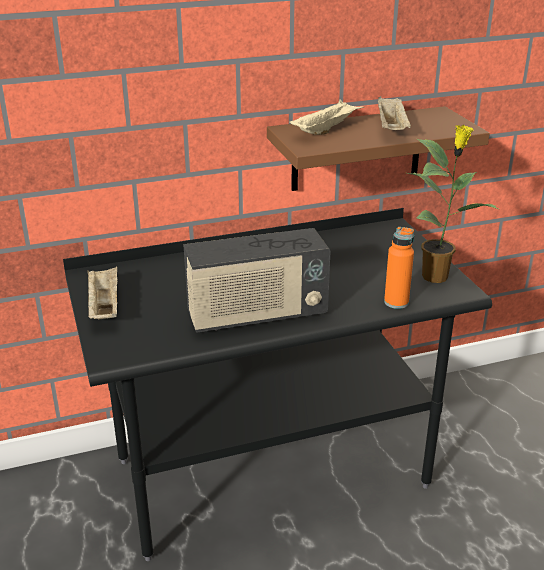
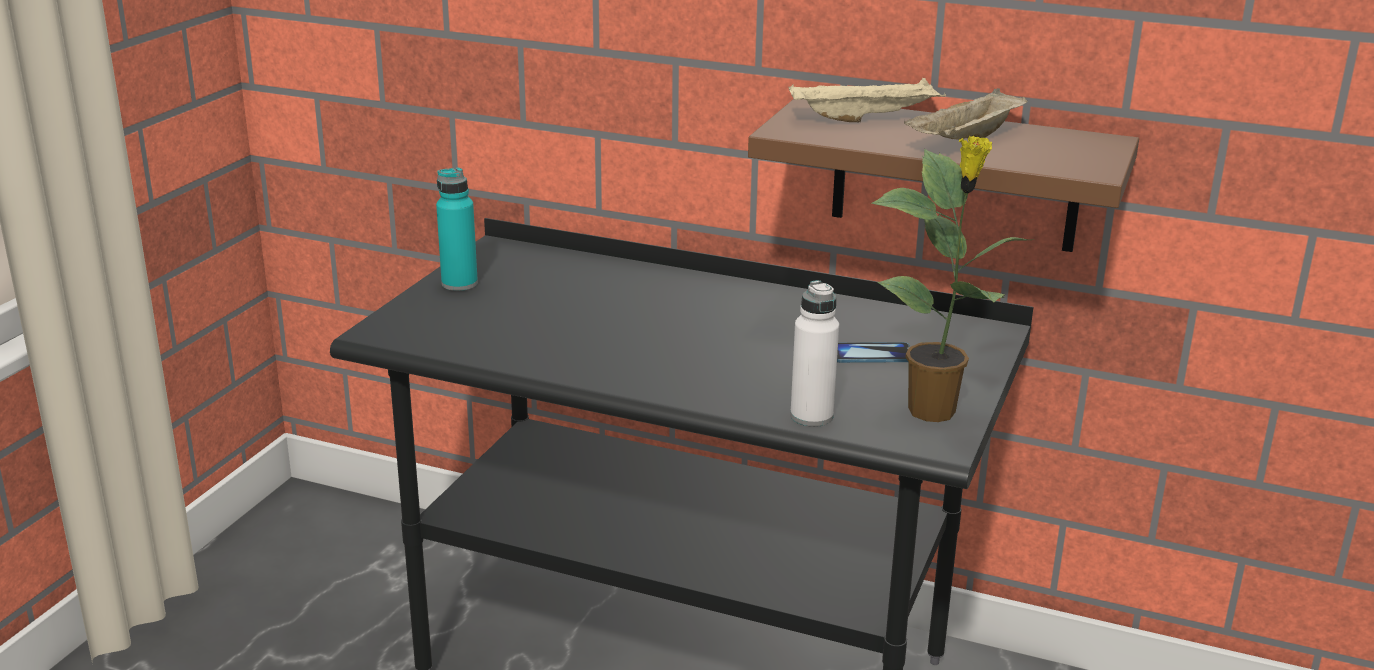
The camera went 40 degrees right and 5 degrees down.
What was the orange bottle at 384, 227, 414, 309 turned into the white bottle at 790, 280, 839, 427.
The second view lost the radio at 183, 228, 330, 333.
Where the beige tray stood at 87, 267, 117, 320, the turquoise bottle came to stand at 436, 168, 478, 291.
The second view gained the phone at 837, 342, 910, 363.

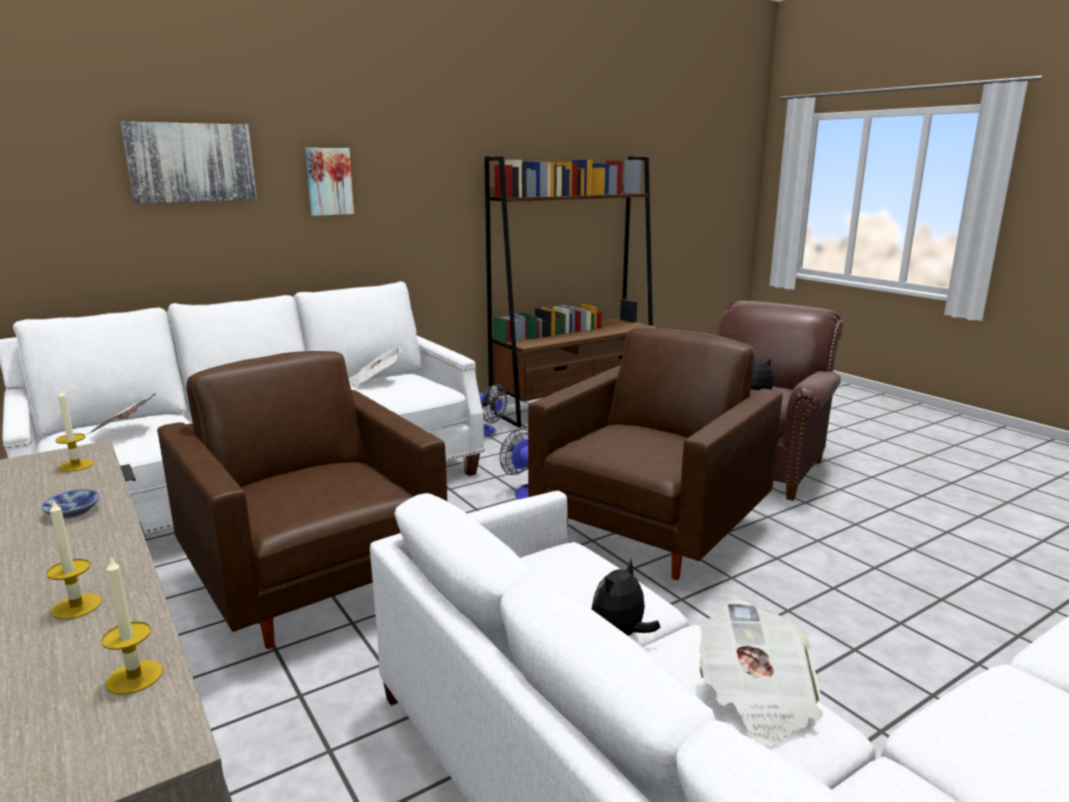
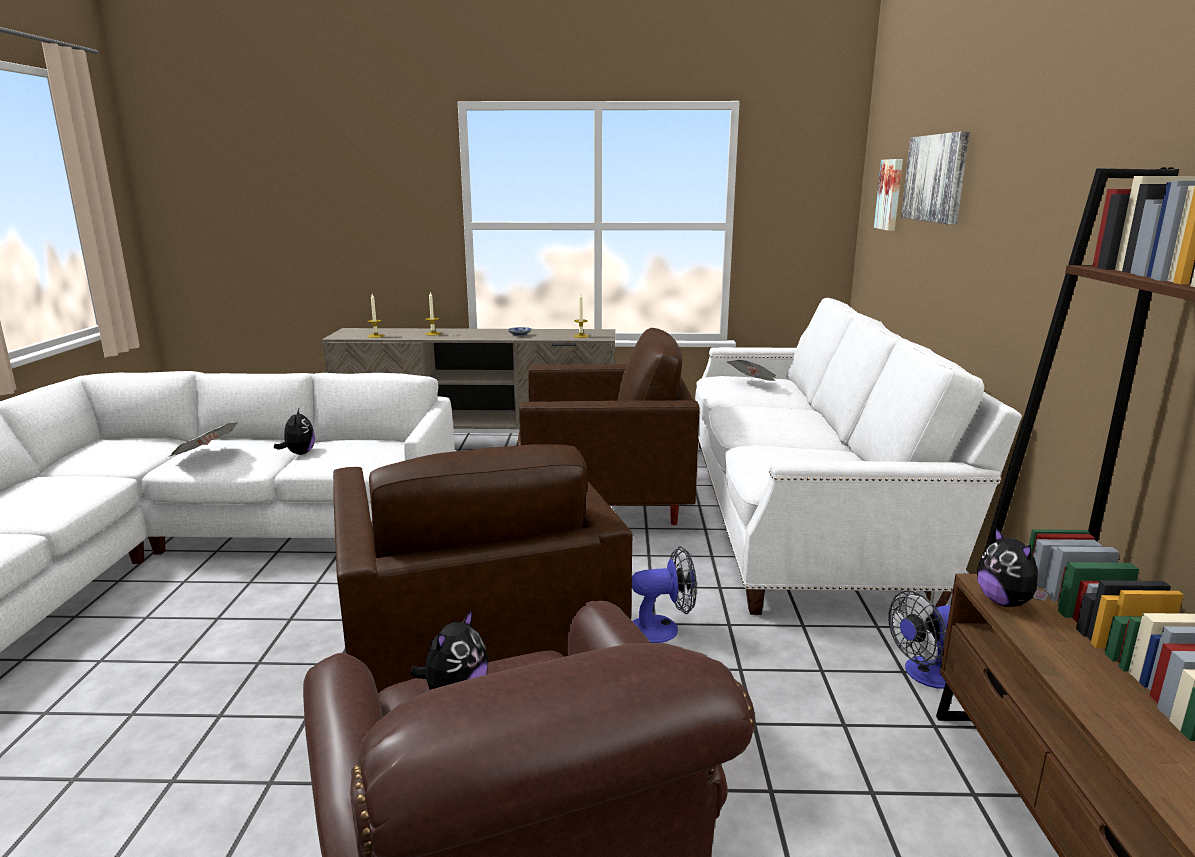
The camera went 125 degrees right and 0 degrees up.
The picture ended up elsewhere, having gone from 305, 148, 354, 216 to 874, 159, 903, 231.
The second view lost the newspaper at 348, 348, 402, 386.
The second view gained the plush toy at 977, 527, 1049, 607.

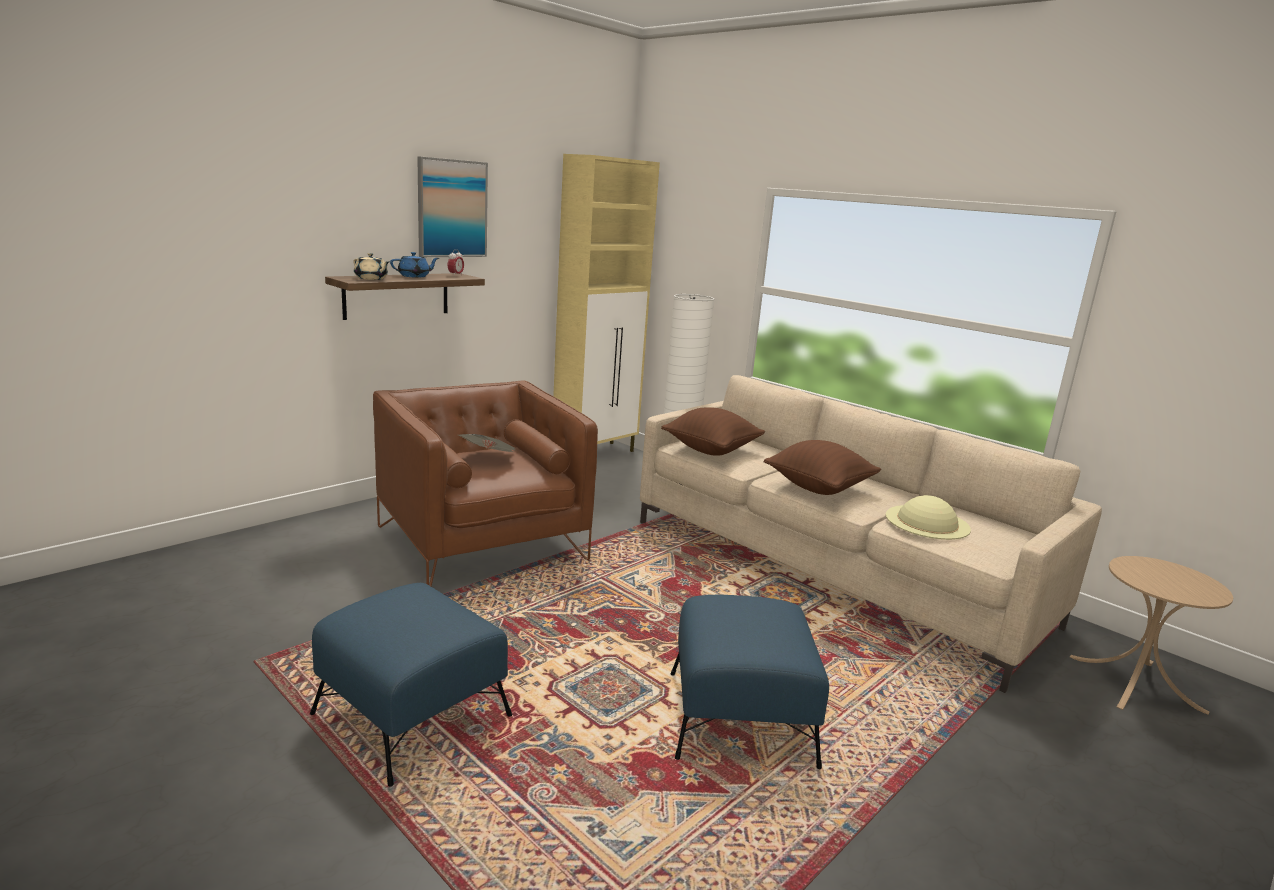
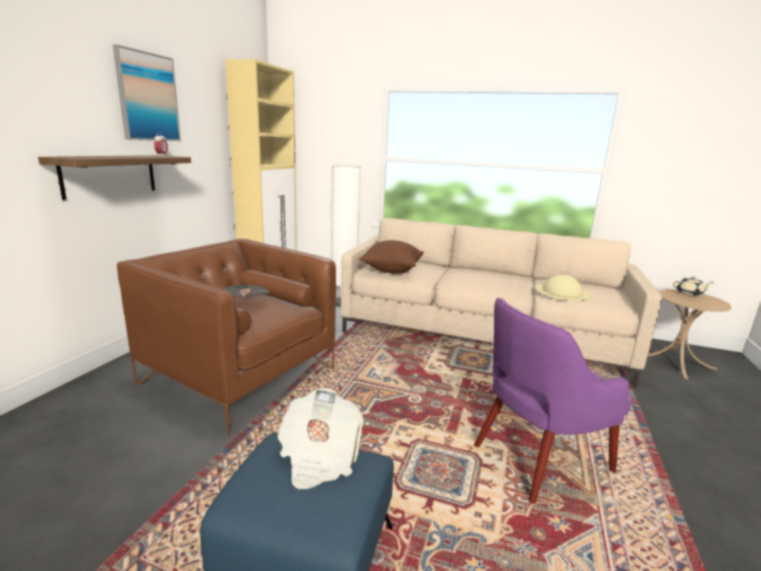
The camera went 25 degrees left and 0 degrees up.
The second view lost the blue teapot at 390, 252, 439, 278.
The beige teapot ended up elsewhere, having gone from 353, 253, 389, 280 to 673, 277, 714, 297.
The second view lost the brown pillow at 764, 440, 881, 495.
Where the blue ottoman stood at 671, 595, 829, 769, the purple armchair came to stand at 474, 298, 632, 504.
The second view gained the newspaper at 277, 388, 364, 490.

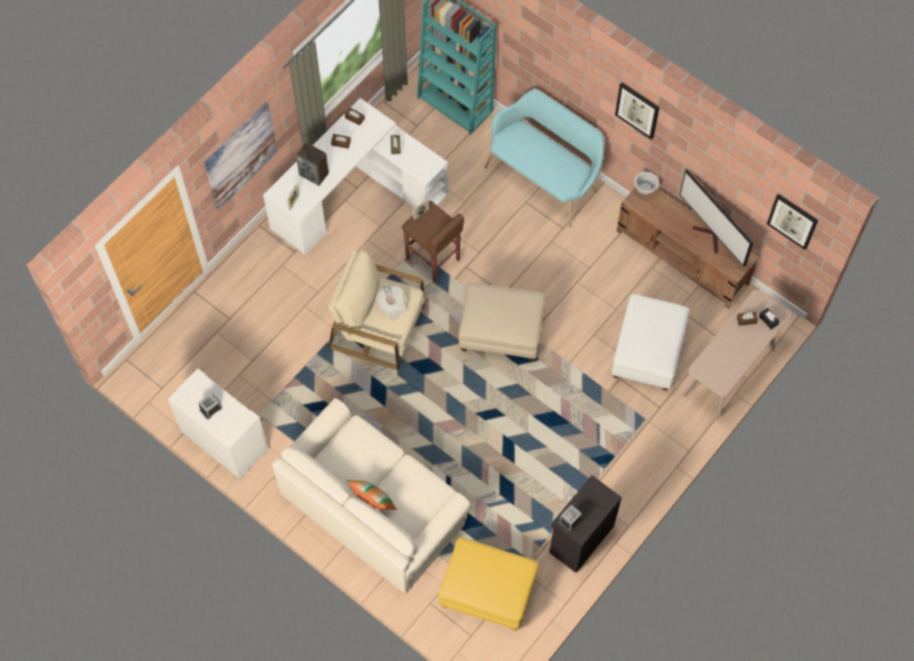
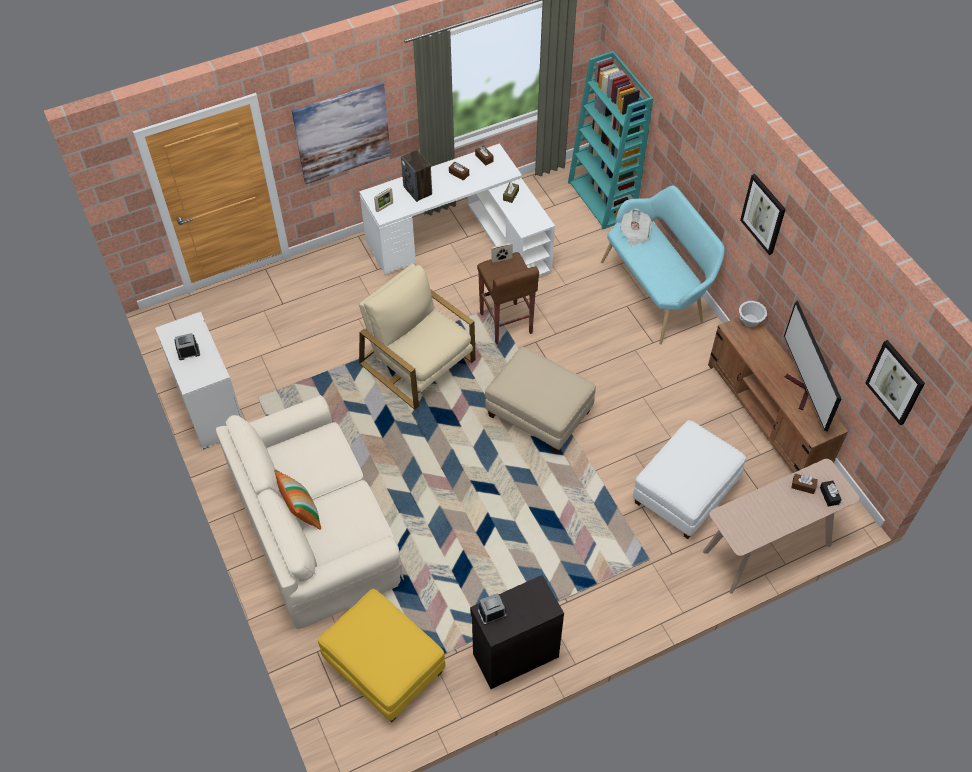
The camera went 25 degrees right and 10 degrees down.
The newspaper ended up elsewhere, having gone from 377, 284, 407, 320 to 620, 209, 652, 246.

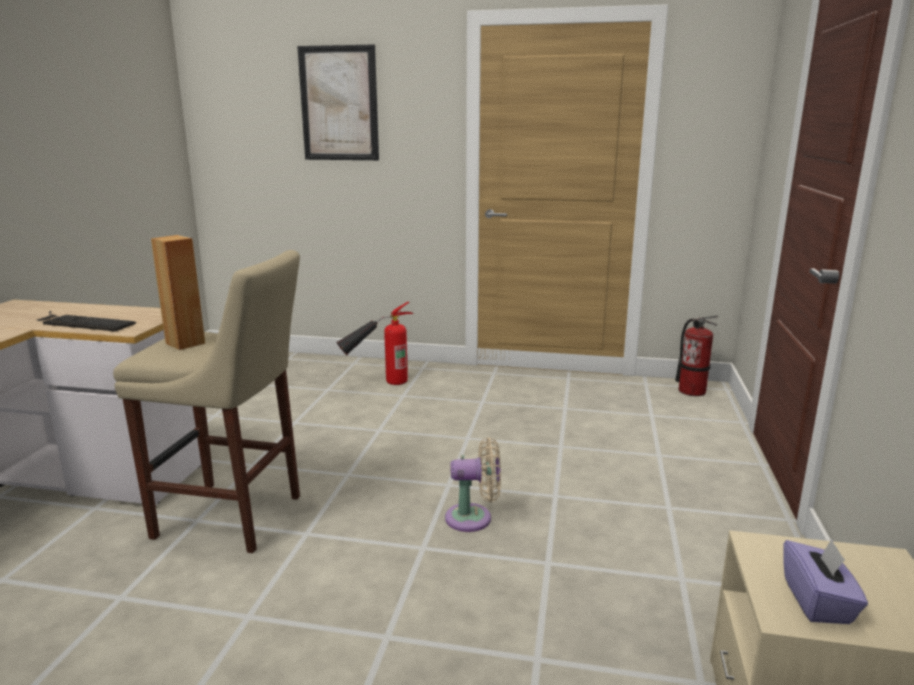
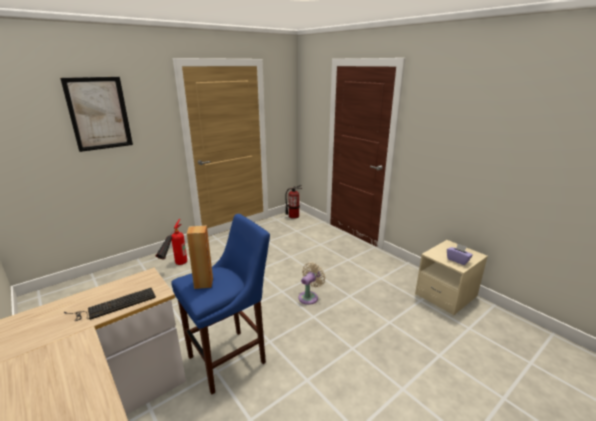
The camera went 50 degrees left and 5 degrees up.
What was the beige stool at 113, 250, 300, 553 turned into the blue stool at 171, 214, 270, 395.

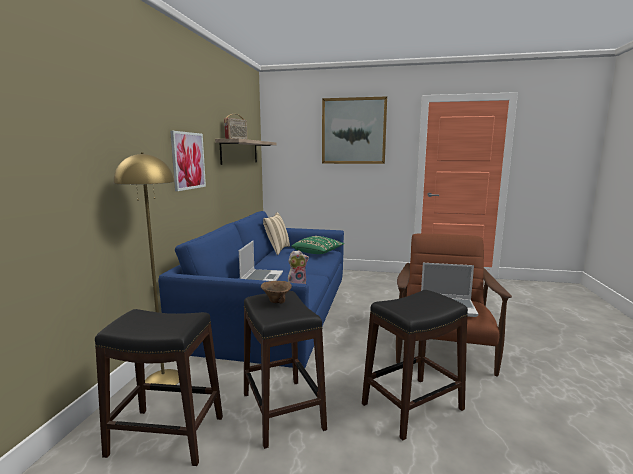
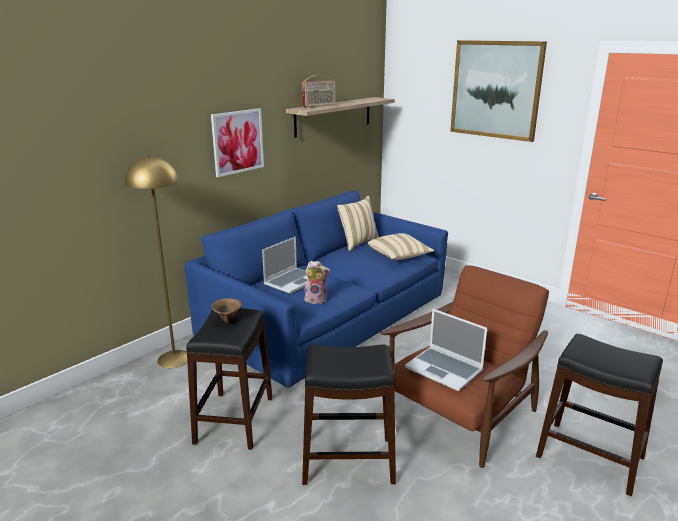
The camera went 30 degrees right and 10 degrees up.
What was the green pillow at 291, 236, 344, 254 turned into the beige pillow at 367, 233, 434, 260.
The black stool ended up elsewhere, having gone from 95, 309, 223, 466 to 536, 334, 663, 496.

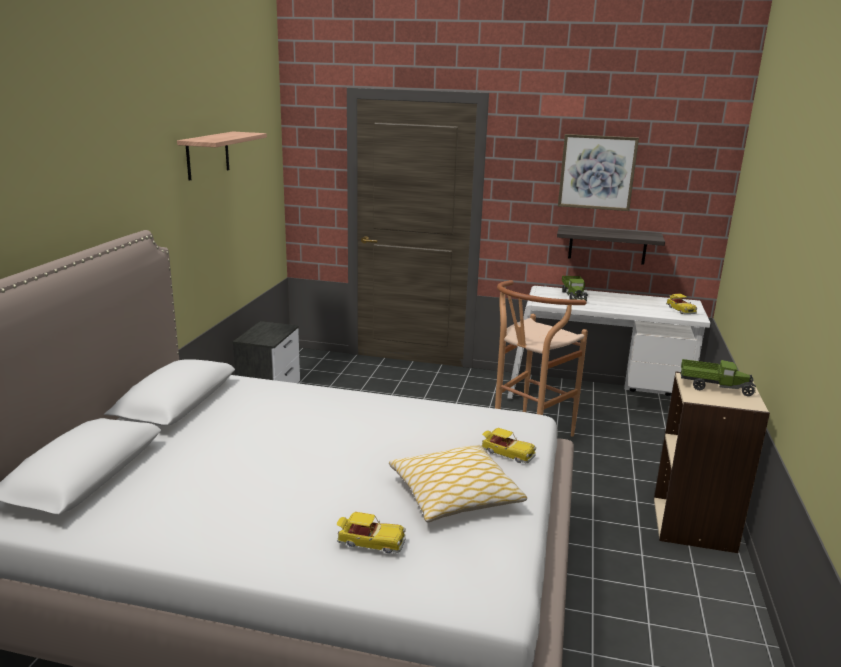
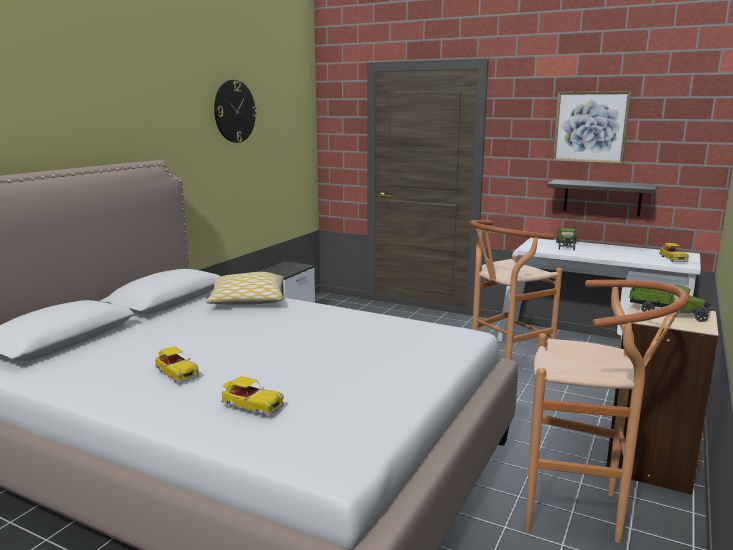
The camera went 15 degrees right and 5 degrees down.
Where the shelf hung at 177, 131, 267, 181, the wall clock came to hang at 214, 80, 257, 143.
The toy car ended up elsewhere, having gone from 482, 428, 536, 463 to 155, 347, 199, 383.
The pillow ended up elsewhere, having gone from 389, 445, 527, 522 to 206, 272, 284, 305.
The second view gained the brown stool at 526, 280, 689, 543.

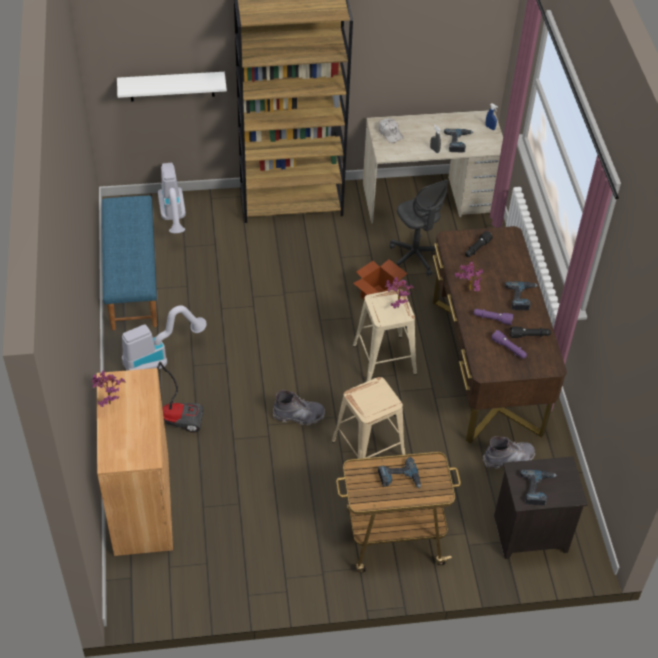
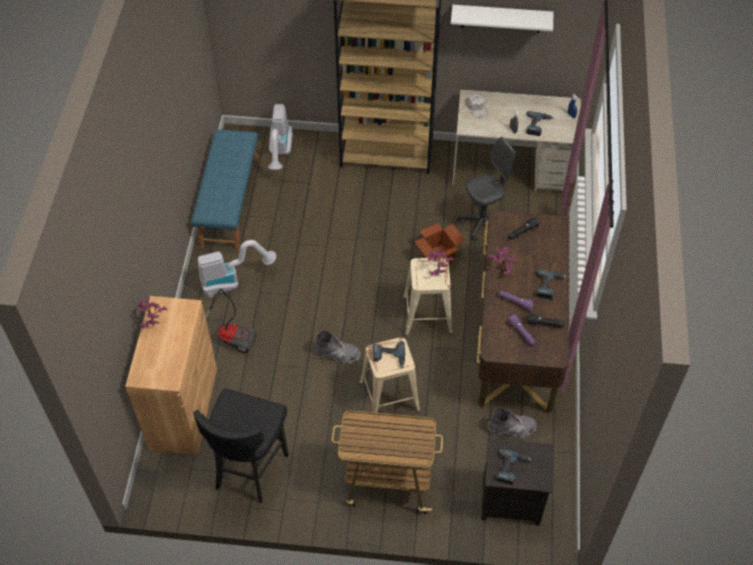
The camera went 15 degrees right and 5 degrees up.
The white shelf ended up elsewhere, having gone from 117, 72, 227, 101 to 451, 5, 553, 33.
The grey office chair at 390, 180, 448, 276 ended up facing another way, 105 degrees counterclockwise from before.
The power drill ended up elsewhere, having gone from 378, 457, 421, 489 to 373, 341, 405, 368.
The second view gained the black stool at 193, 388, 289, 503.

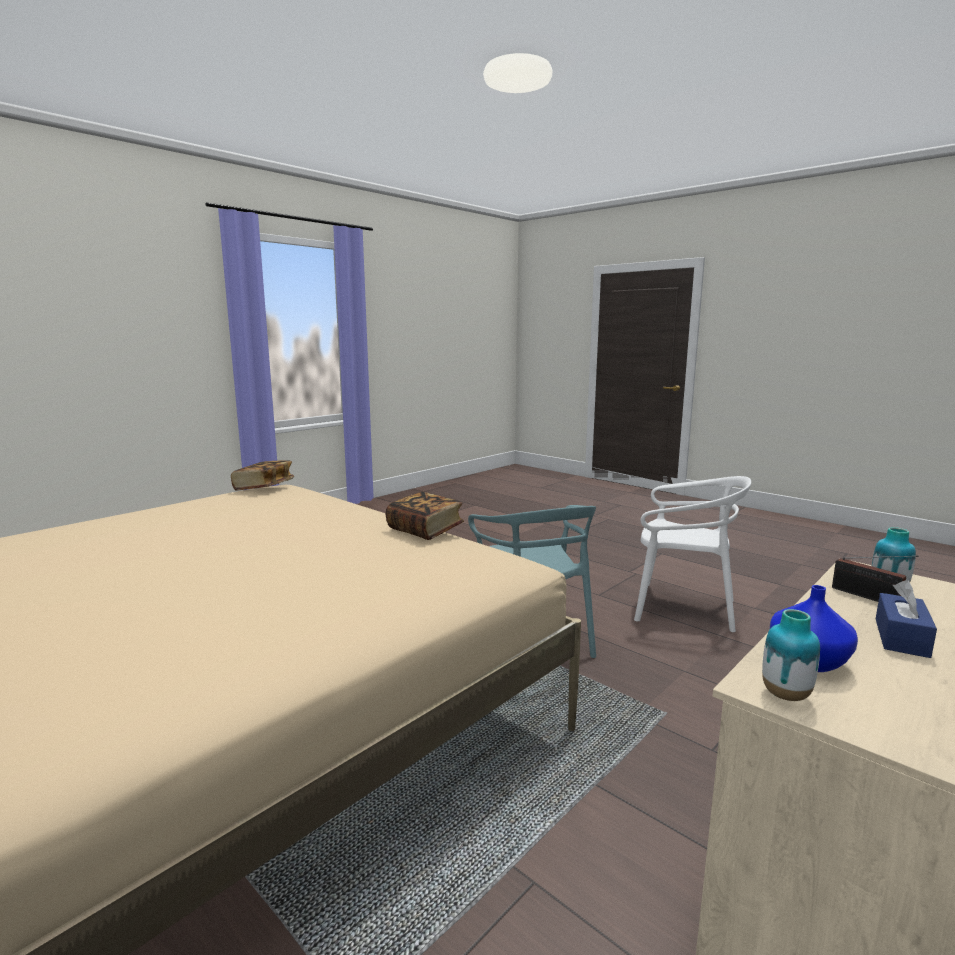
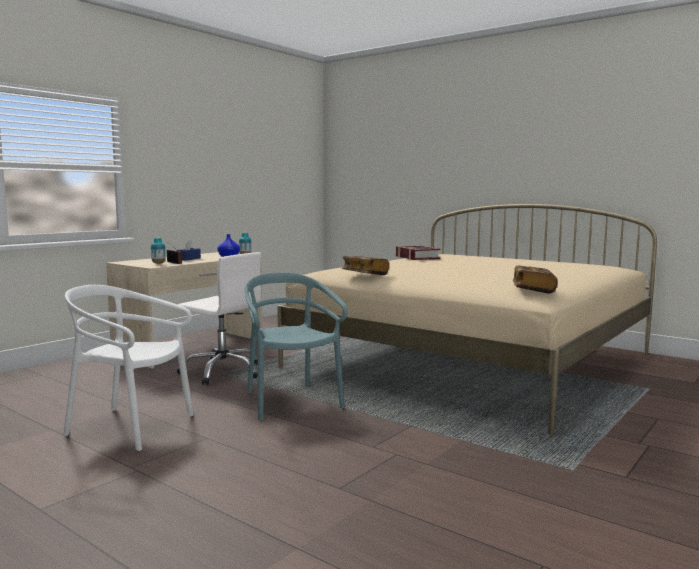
The camera went 175 degrees right and 5 degrees down.
The second view gained the book at 396, 245, 441, 260.
The second view gained the white office chair at 177, 252, 261, 385.

